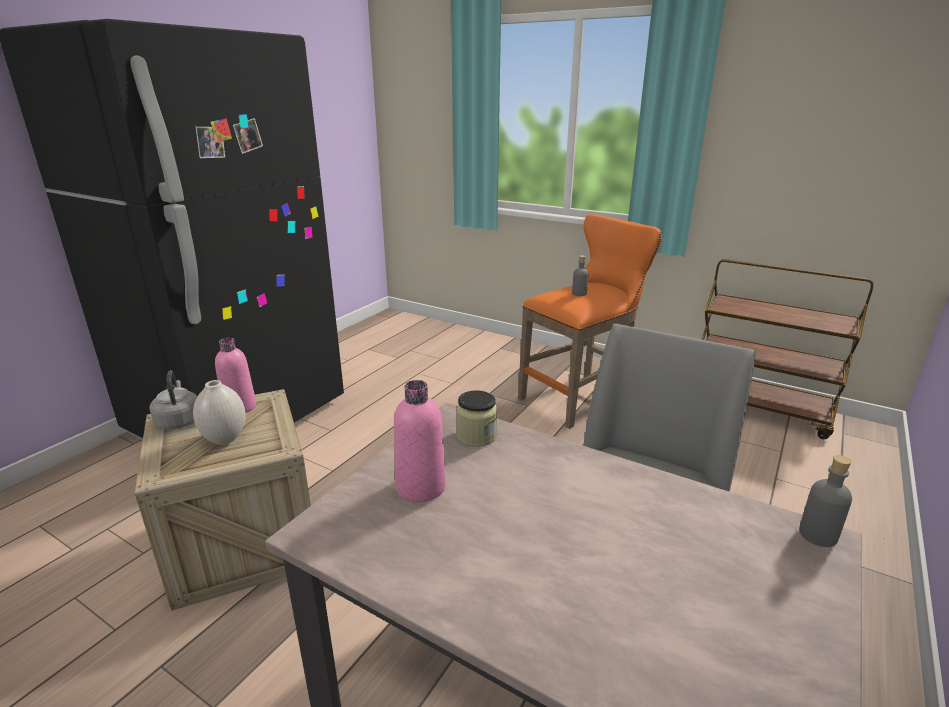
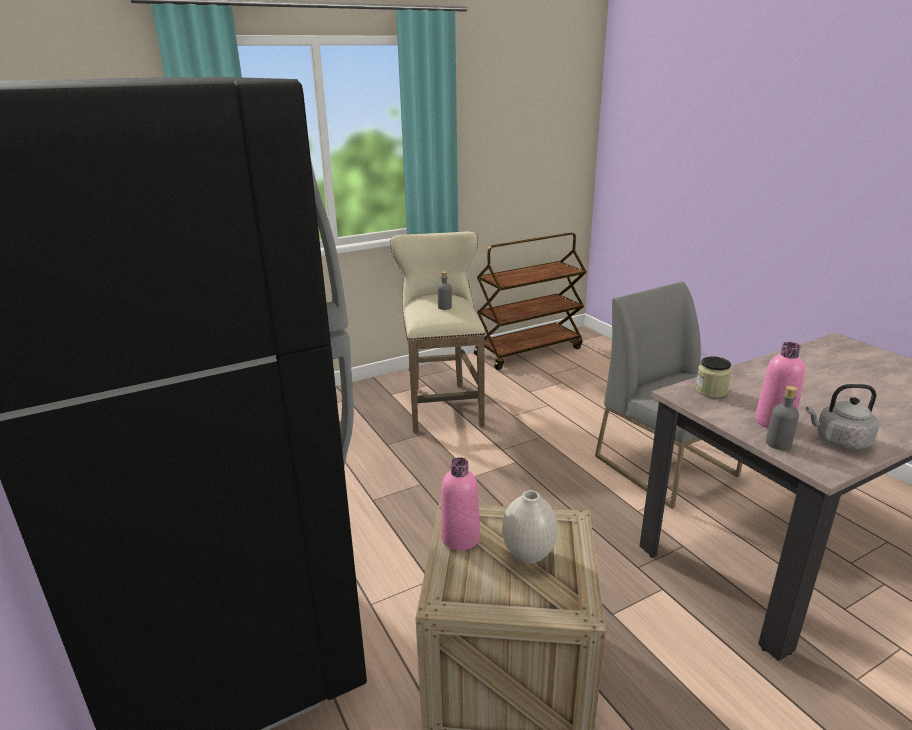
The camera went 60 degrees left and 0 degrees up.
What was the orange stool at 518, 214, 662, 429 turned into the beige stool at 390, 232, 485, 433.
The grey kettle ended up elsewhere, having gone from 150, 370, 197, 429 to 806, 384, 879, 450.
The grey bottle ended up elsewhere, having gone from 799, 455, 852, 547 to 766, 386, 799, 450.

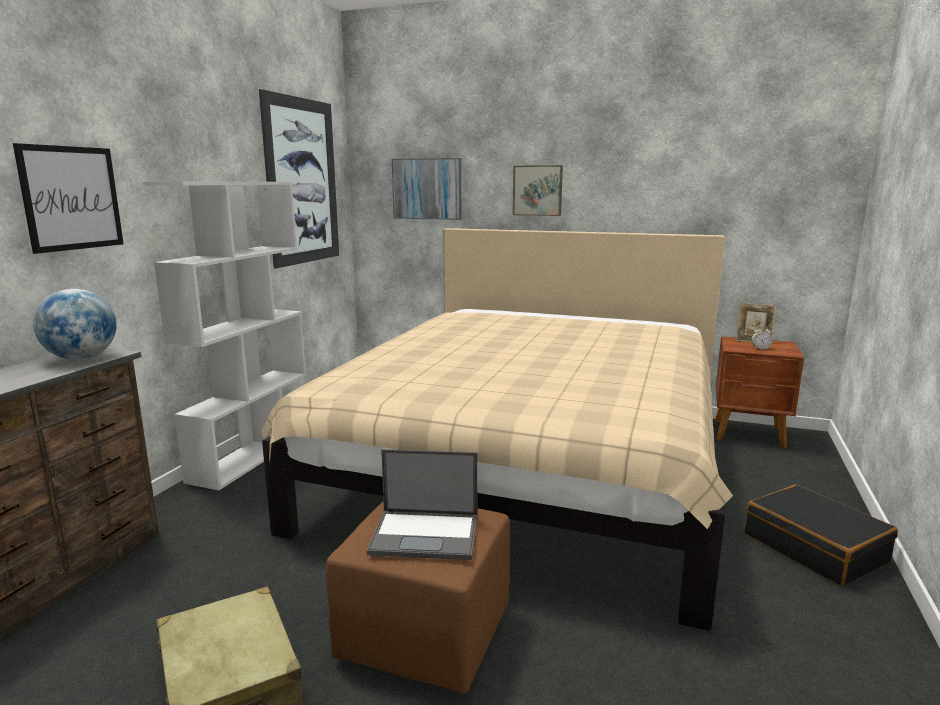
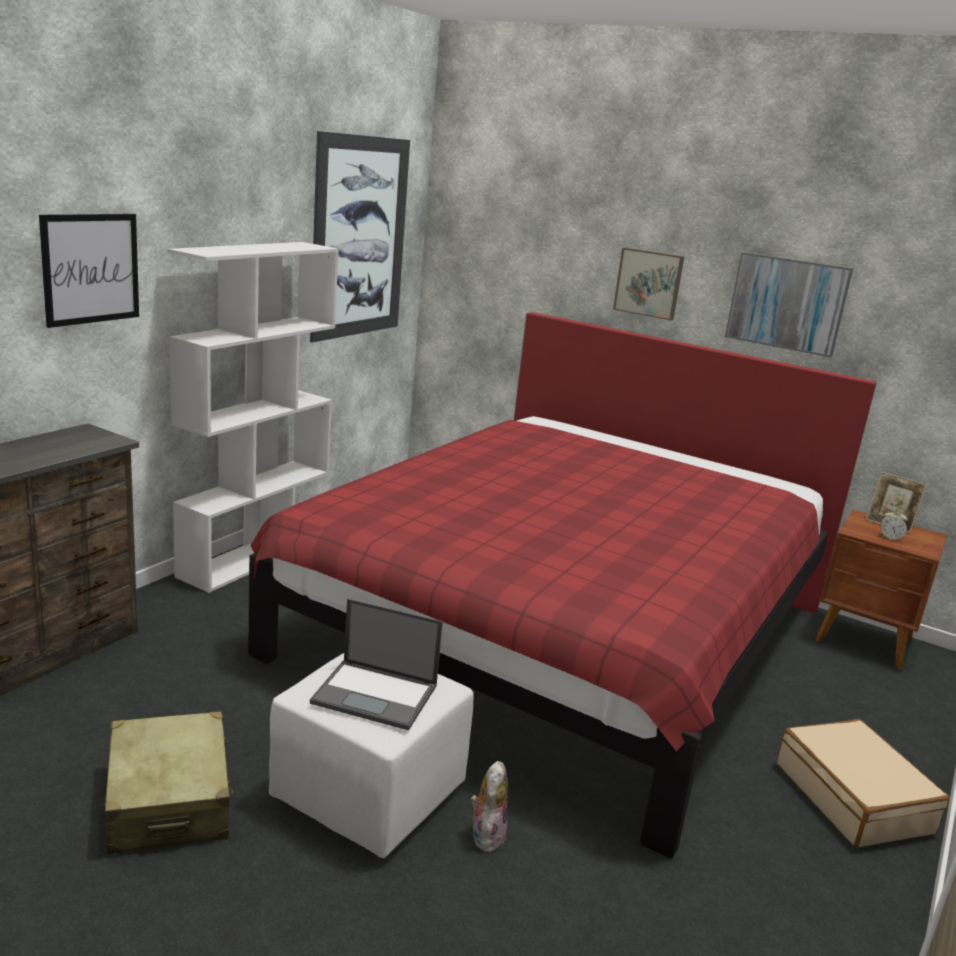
The camera went 10 degrees right and 5 degrees up.
The picture ended up elsewhere, having gone from 392, 158, 461, 220 to 725, 252, 853, 357.
What was the beige bed at 261, 228, 733, 630 turned into the red bed at 248, 312, 876, 858.
The second view lost the globe at 33, 289, 117, 360.
What was the black suitcase at 744, 484, 898, 586 turned into the beige suitcase at 777, 719, 949, 848.
What was the brown ottoman at 326, 502, 510, 694 turned into the white ottoman at 269, 653, 474, 858.
The second view gained the plush toy at 471, 761, 508, 852.

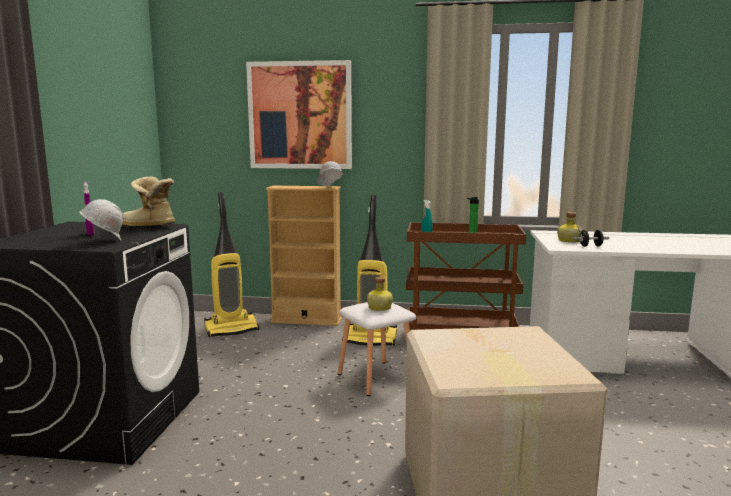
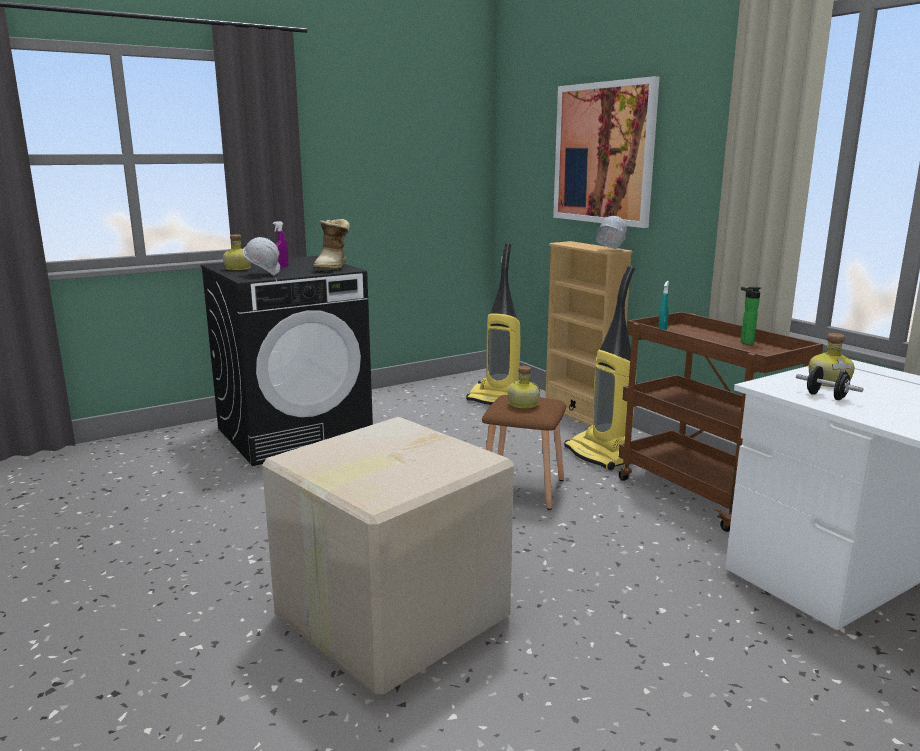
The camera went 50 degrees right and 5 degrees up.
The boot at 122, 176, 175, 226 ended up facing another way, 150 degrees counterclockwise from before.
What was the white stool at 338, 302, 416, 396 turned into the brown stool at 482, 395, 566, 510.
The second view gained the bottle at 222, 234, 252, 270.

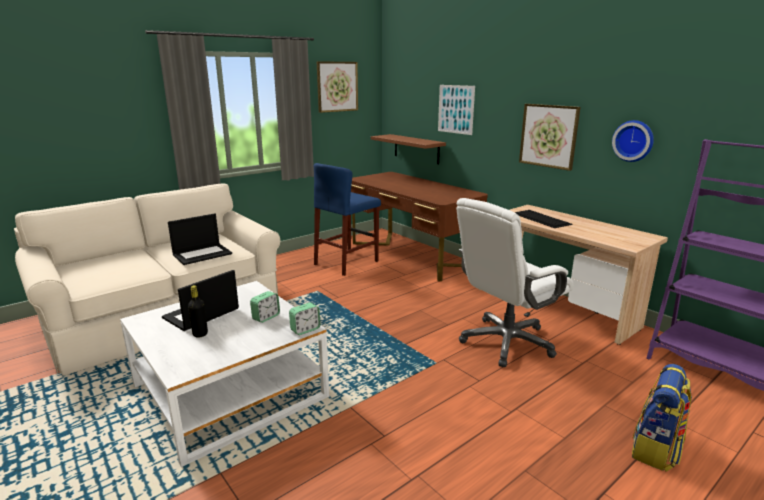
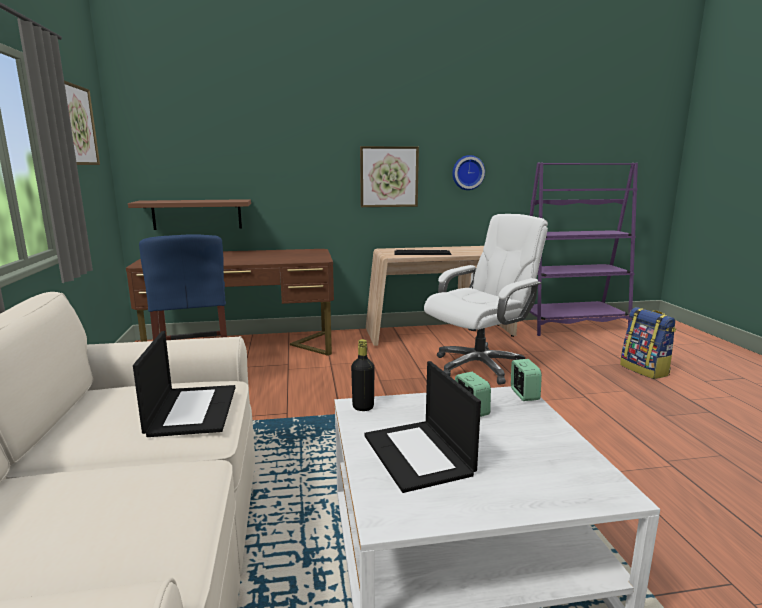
The camera went 60 degrees left and 5 degrees down.
The second view lost the picture at 438, 85, 475, 135.
The white office chair at 456, 198, 573, 367 ended up facing another way, 120 degrees counterclockwise from before.
The black bottle ended up elsewhere, having gone from 188, 285, 208, 338 to 351, 339, 375, 411.

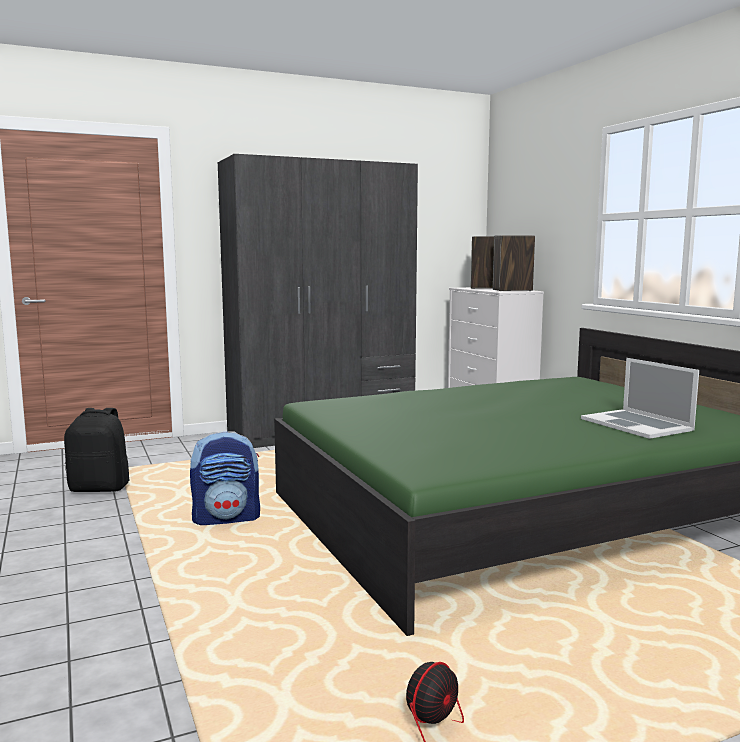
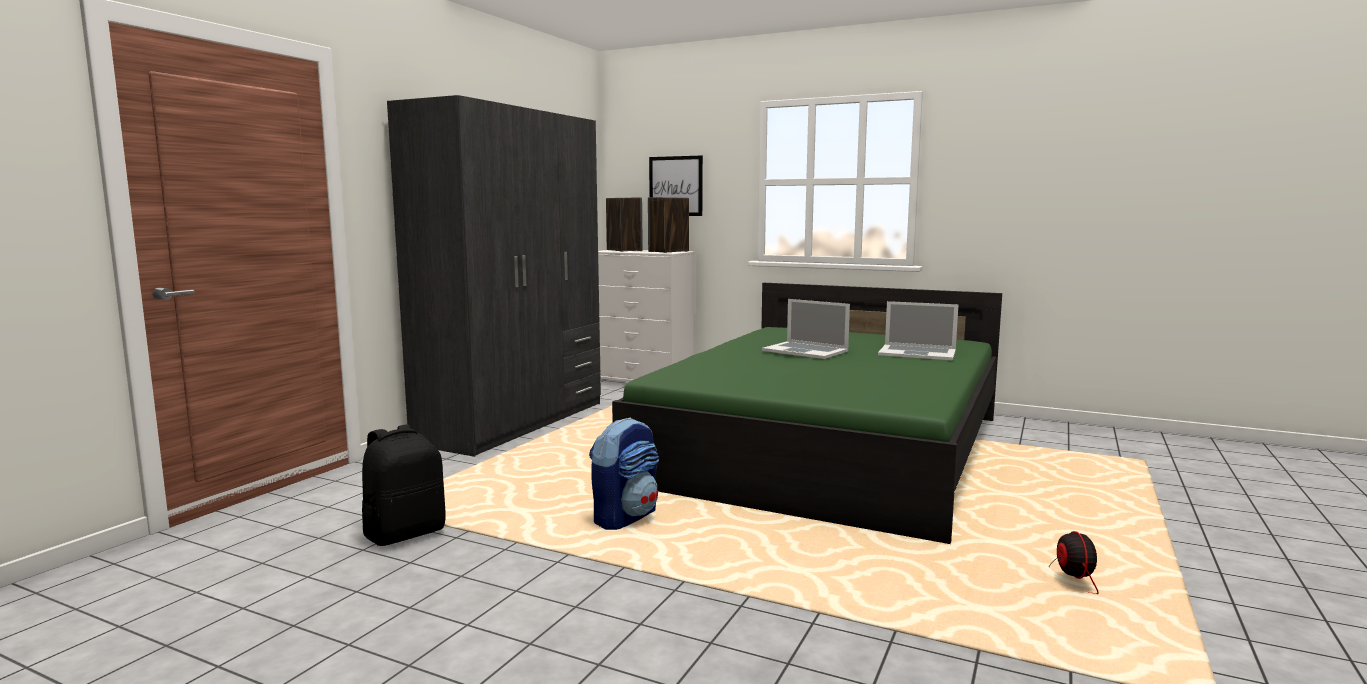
The camera went 40 degrees left and 0 degrees up.
The second view gained the picture at 649, 156, 703, 216.
The second view gained the laptop at 762, 299, 850, 359.

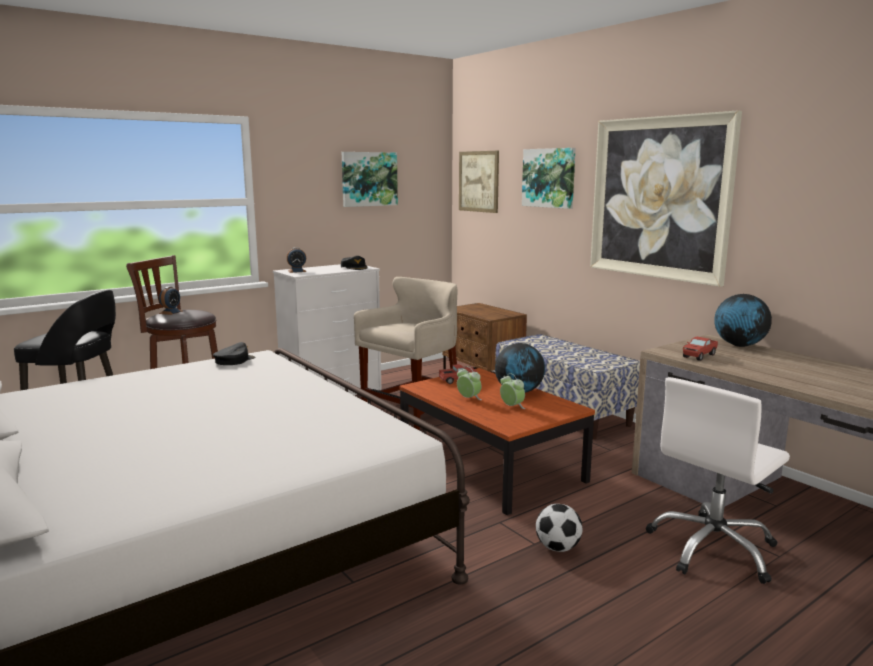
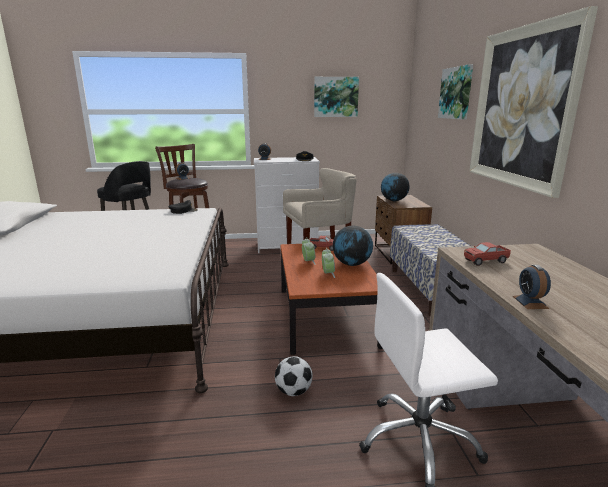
The camera went 30 degrees right and 5 degrees up.
The second view lost the picture at 459, 151, 499, 213.
The globe ended up elsewhere, having gone from 714, 294, 772, 347 to 381, 173, 410, 201.
The second view gained the alarm clock at 513, 265, 551, 309.

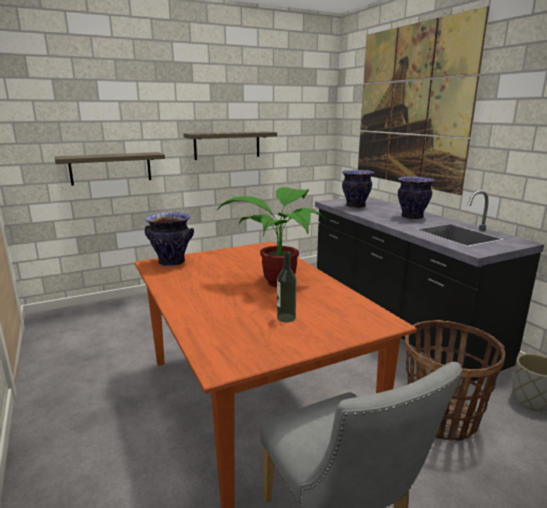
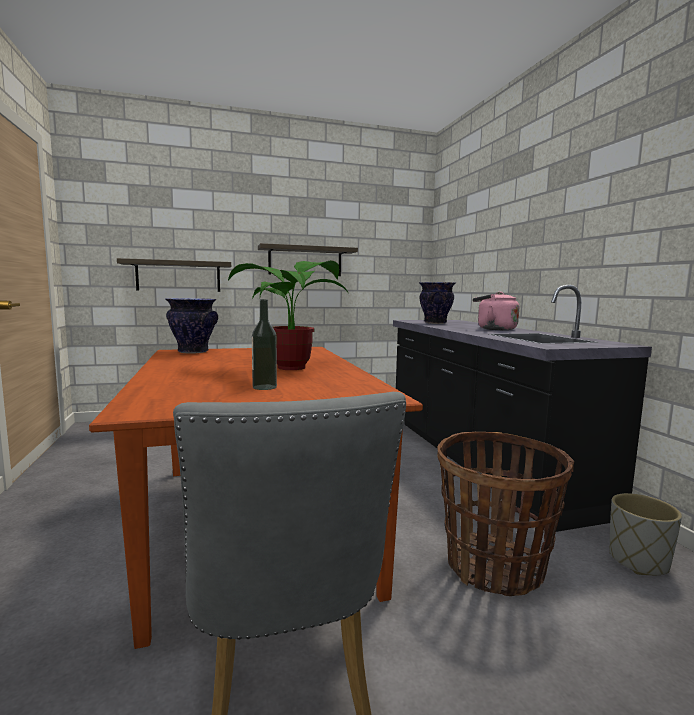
The camera went 10 degrees right and 10 degrees down.
The second view lost the picture at 358, 6, 489, 195.
Where the vase stood at 398, 176, 435, 220, the pink kettle came to stand at 473, 292, 519, 330.

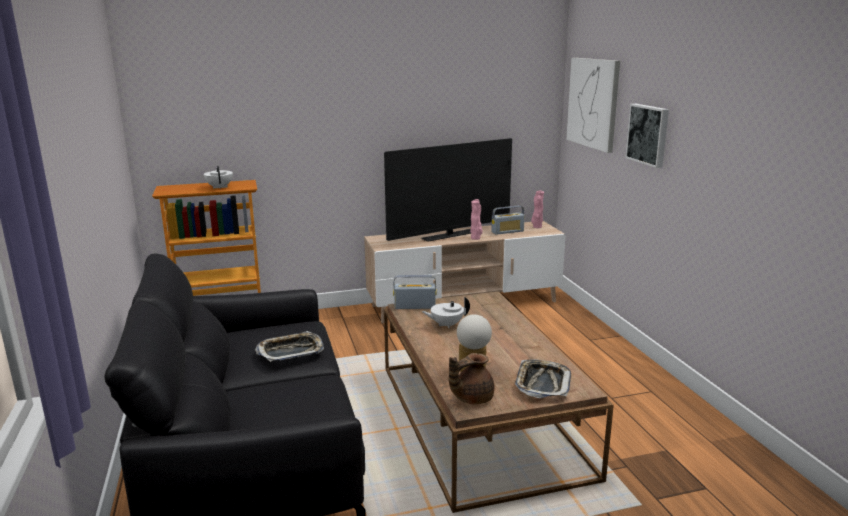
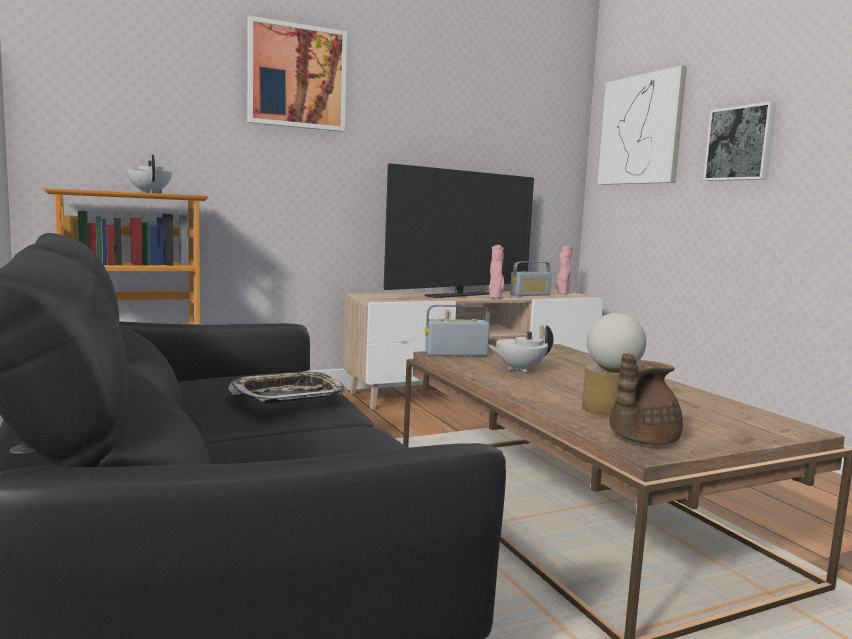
The camera went 10 degrees left and 10 degrees down.
The second view lost the tray at 515, 359, 571, 398.
The second view gained the picture at 247, 16, 347, 132.

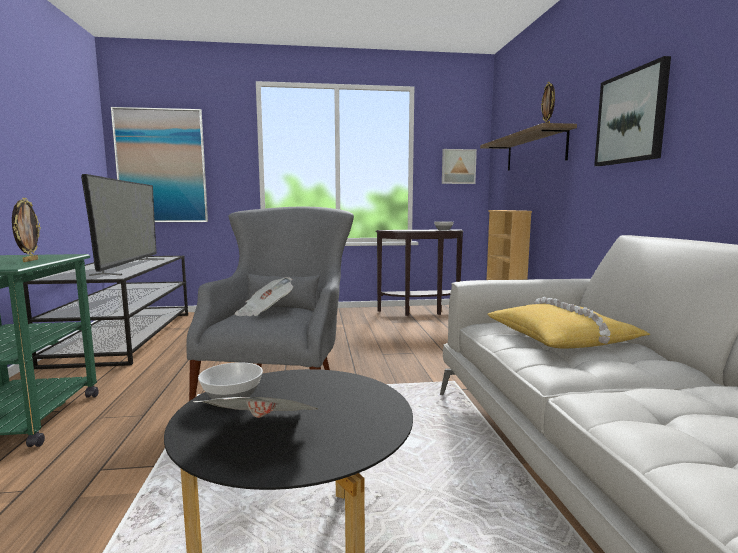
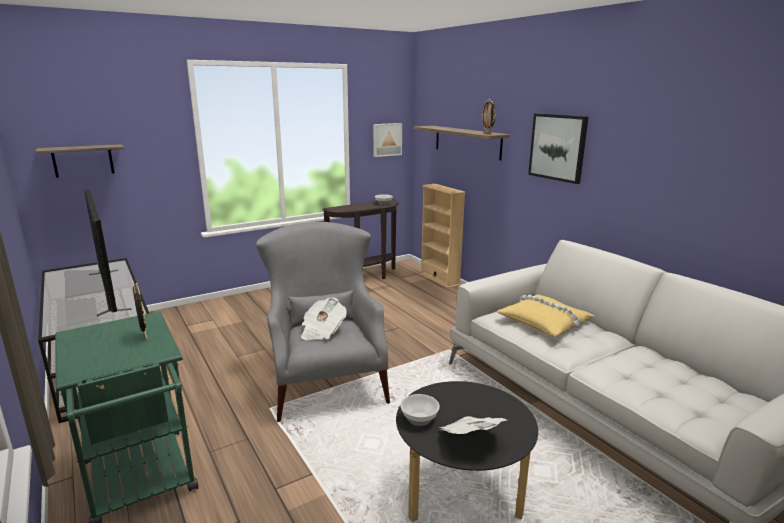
The camera went 25 degrees left and 10 degrees up.
Where the picture hung at 111, 107, 208, 222, the shelf came to hang at 36, 144, 124, 178.

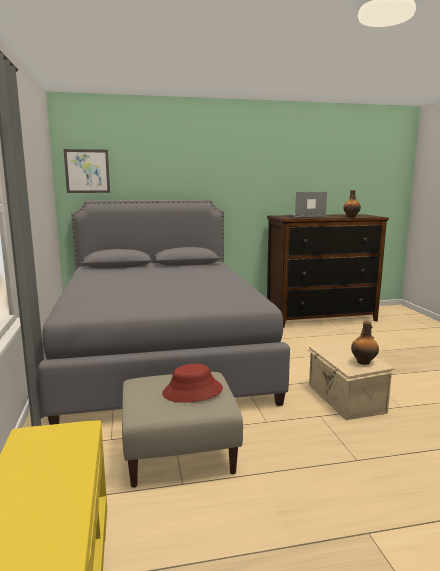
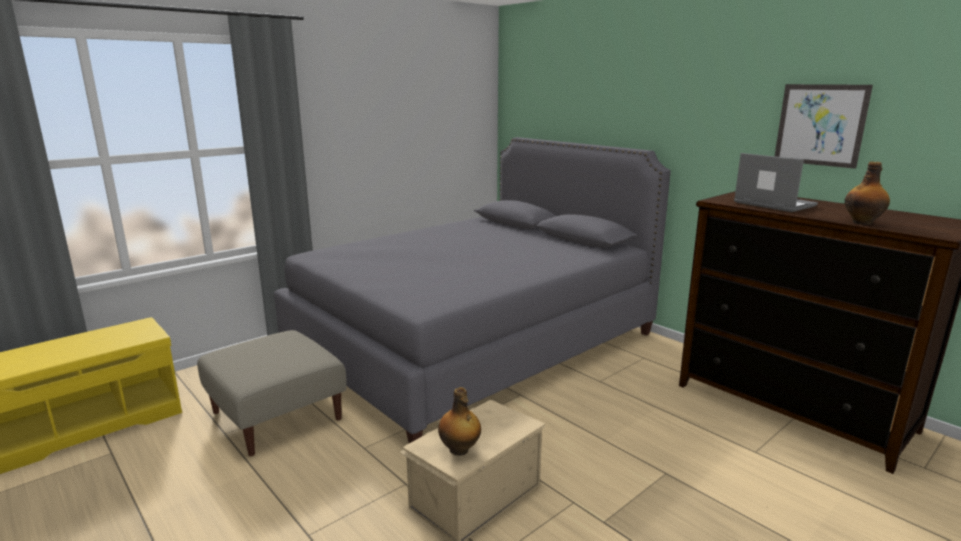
The camera went 60 degrees right and 5 degrees up.
The picture ended up elsewhere, having gone from 63, 149, 110, 193 to 775, 84, 873, 169.
The second view lost the red hat at 162, 364, 223, 403.

